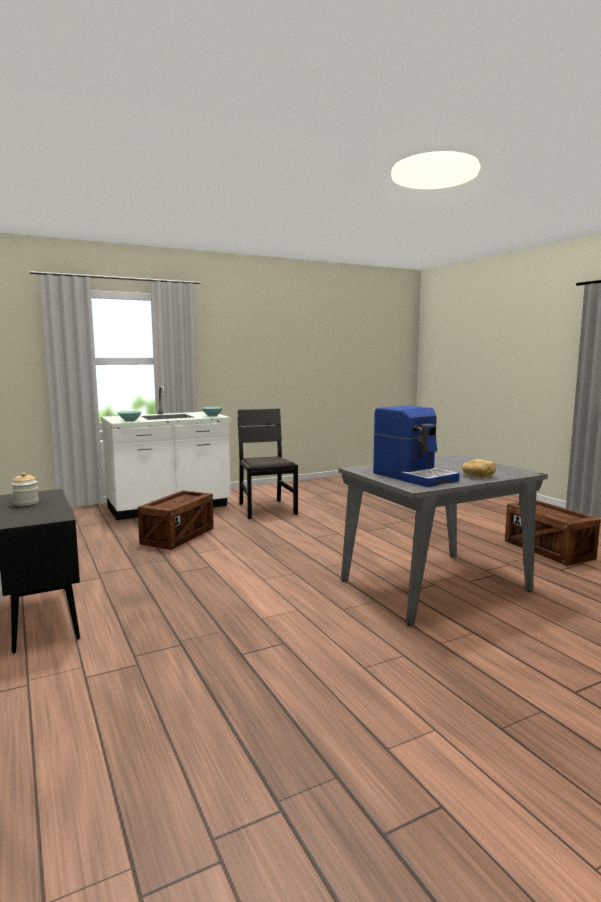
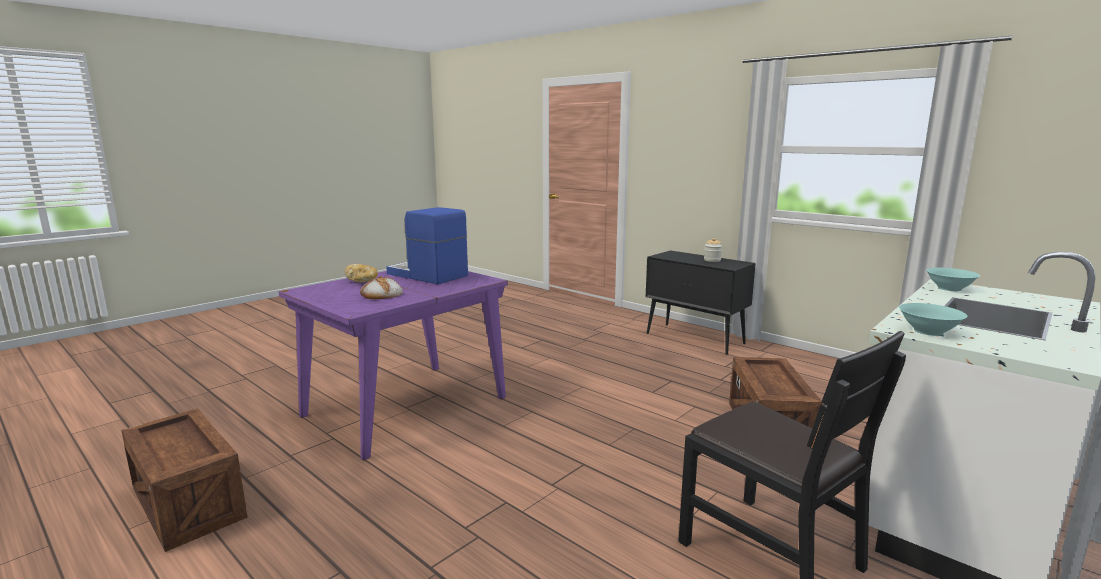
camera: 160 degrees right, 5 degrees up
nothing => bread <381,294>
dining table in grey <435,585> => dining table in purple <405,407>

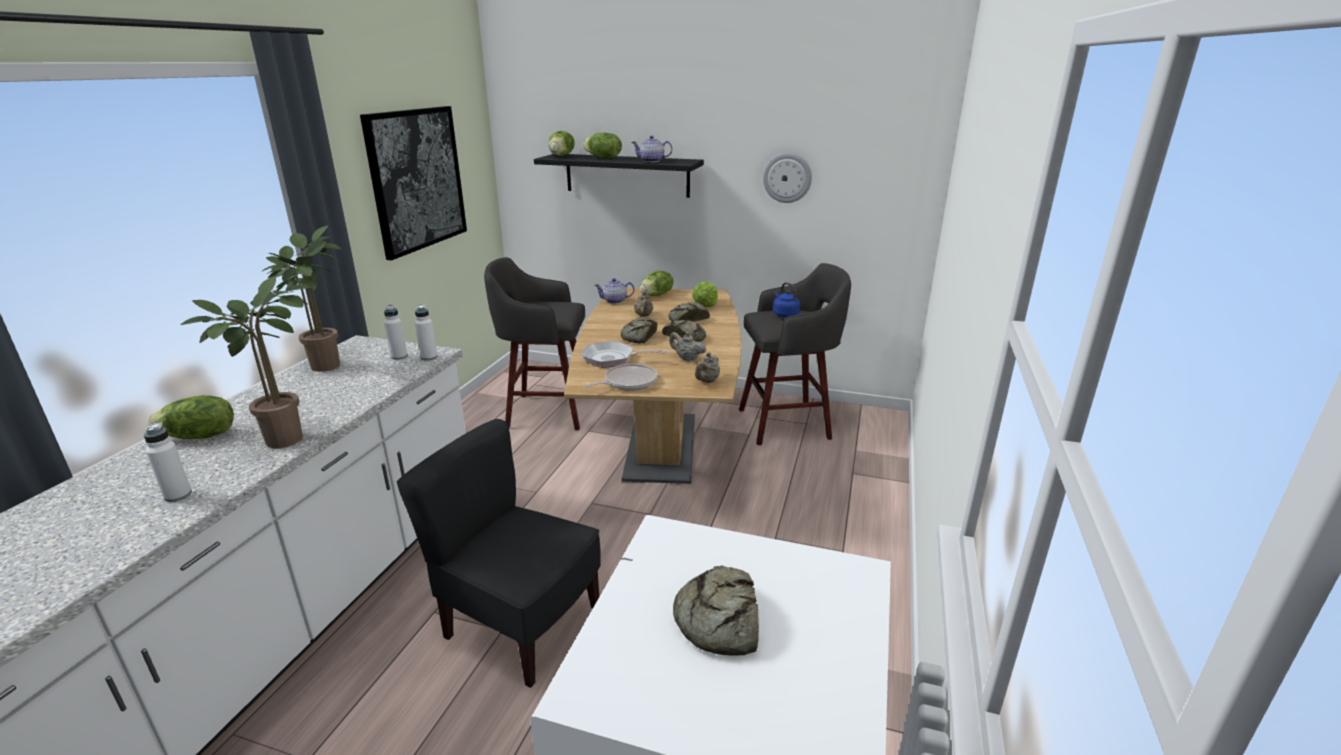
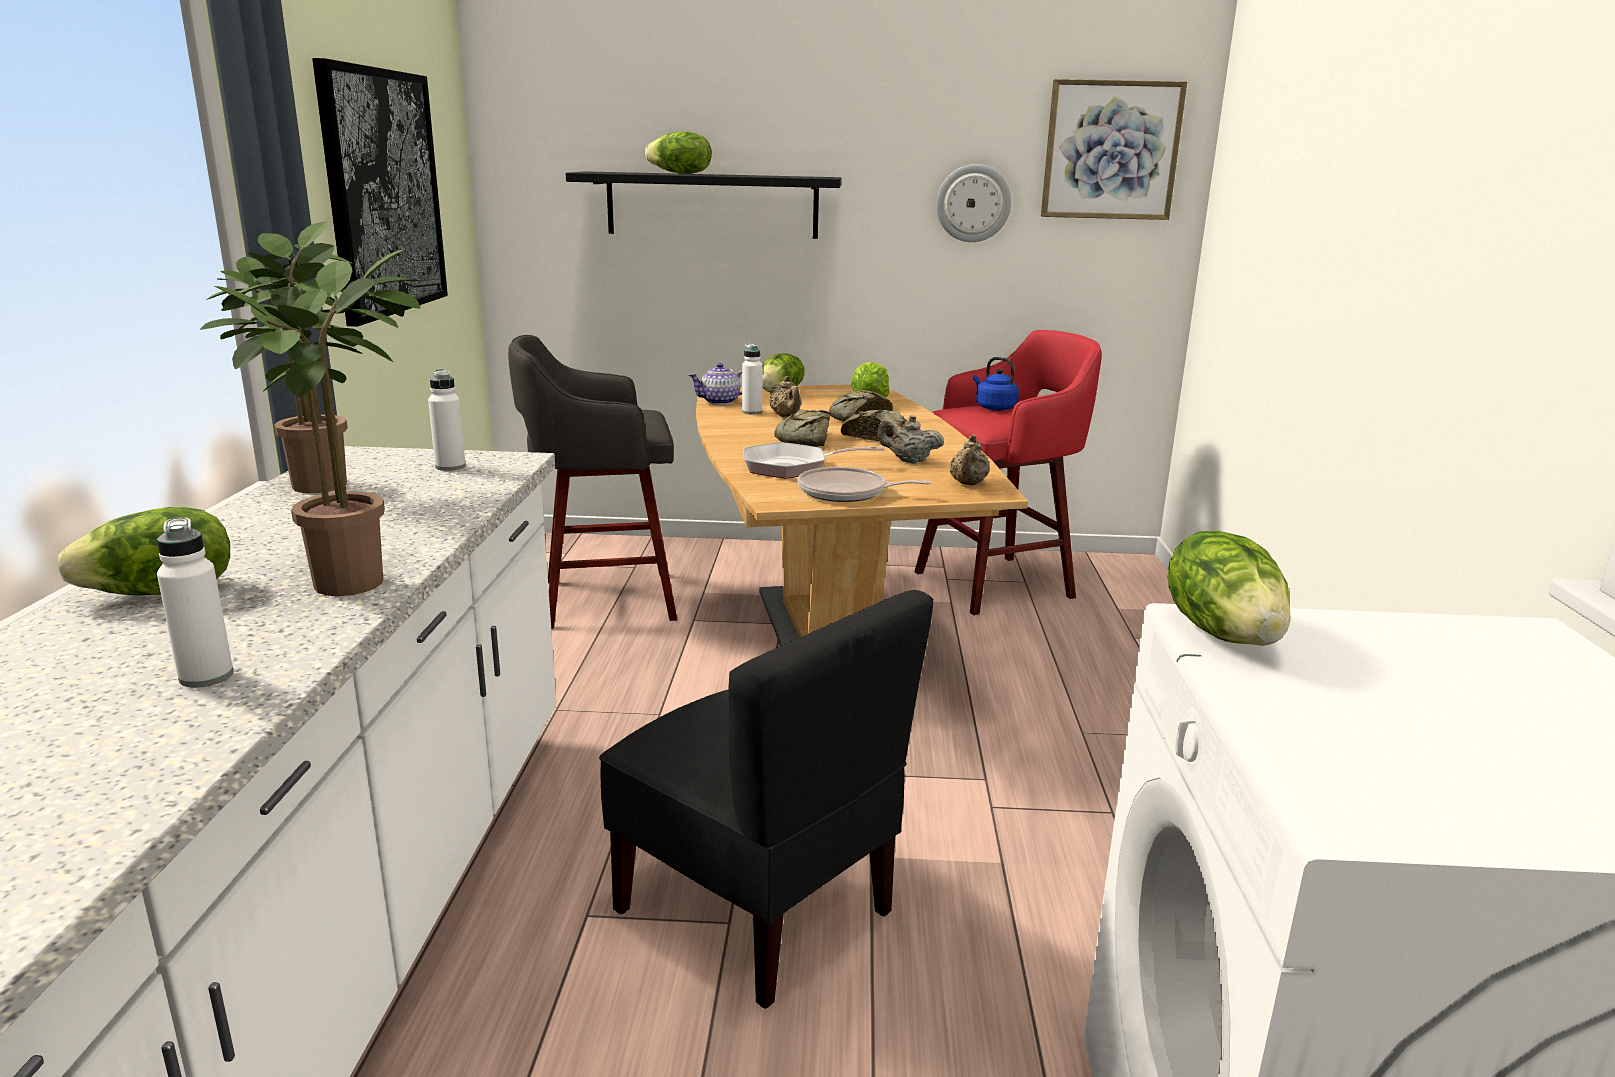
camera: 15 degrees left, 5 degrees down
teapot <652,161> => nothing
bread <718,620> => nothing
nothing => picture <1111,150>
bottle in white <429,357> => bottle in white <752,412>, shifted
lettuce <562,156> => lettuce <1224,632>, shifted
stool in grey <787,423> => stool in red <998,584>
chair in black <521,625> => chair in black <758,910>, 150 degrees counterclockwise
frying pan <628,382> => frying pan <847,492>, 120 degrees counterclockwise

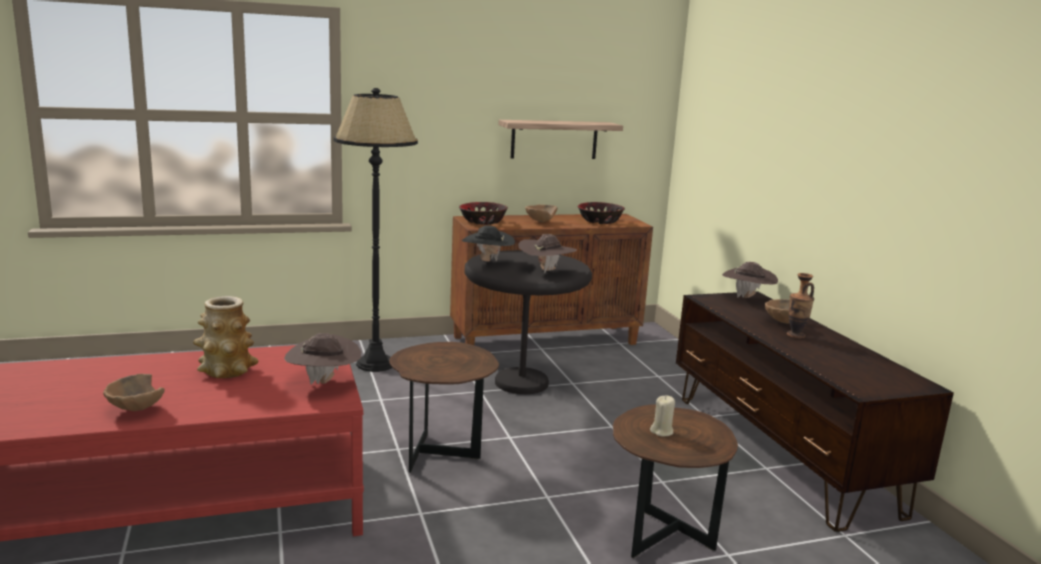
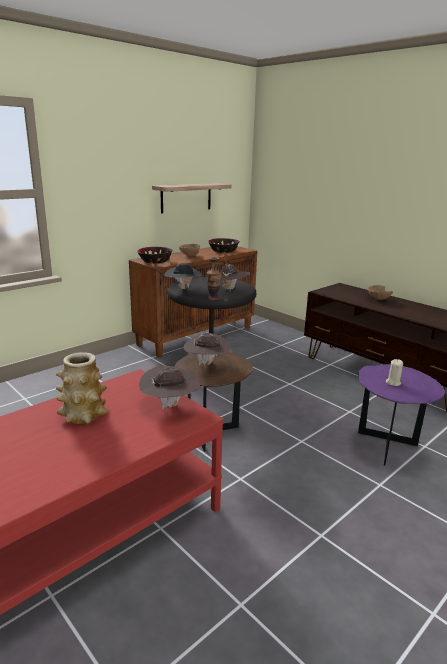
camera: 25 degrees left, 5 degrees up
bowl in brown <134,410> => nothing
floor lamp in black <376,364> => nothing
hat in brown <747,298> => hat in brown <207,364>, shifted
vase <795,335> => vase <213,298>, shifted
side table in brown <661,541> => side table in purple <387,449>

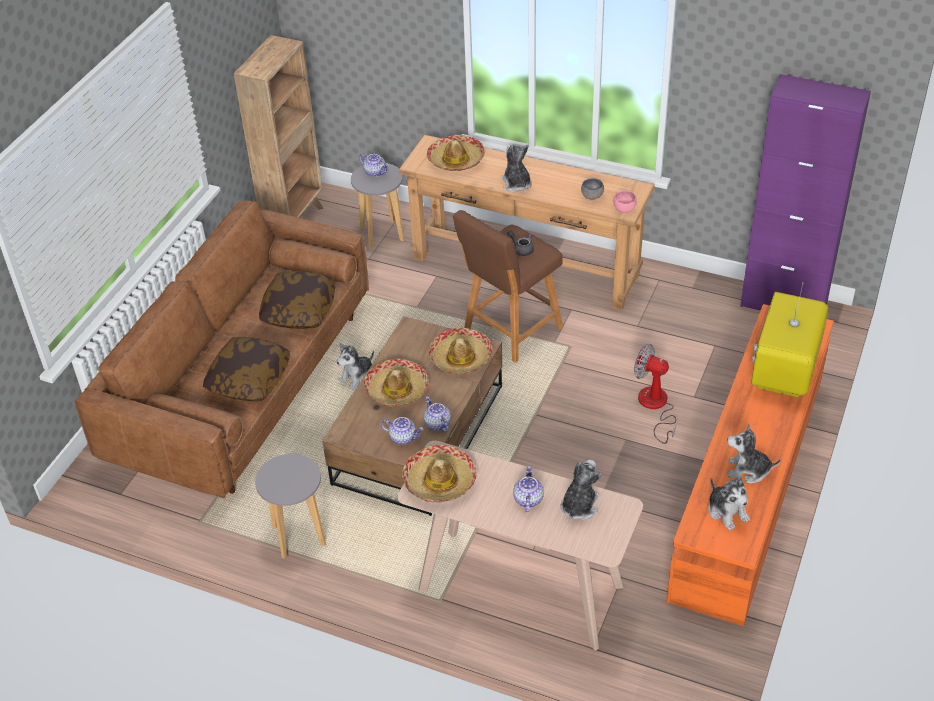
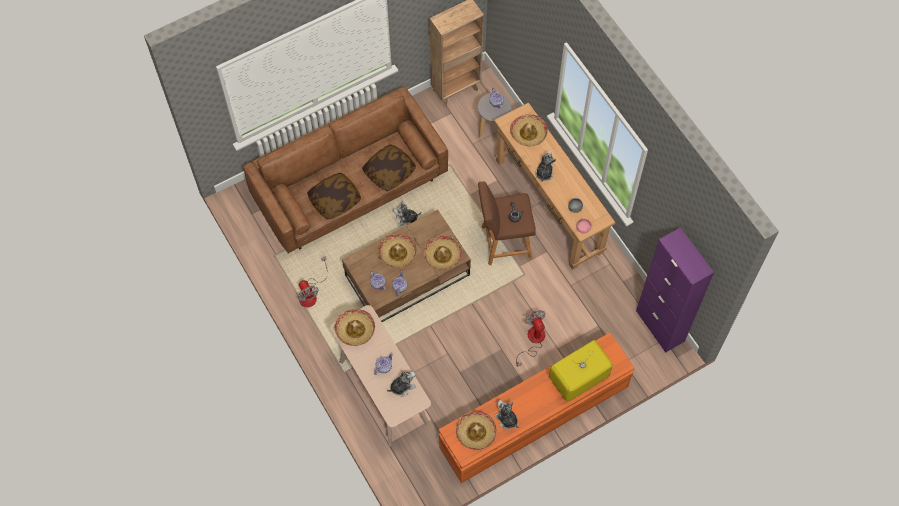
camera: 35 degrees right, 20 degrees up
stool in grey <298,535> => fan <311,293>
plush toy <727,511> => hat <476,432>

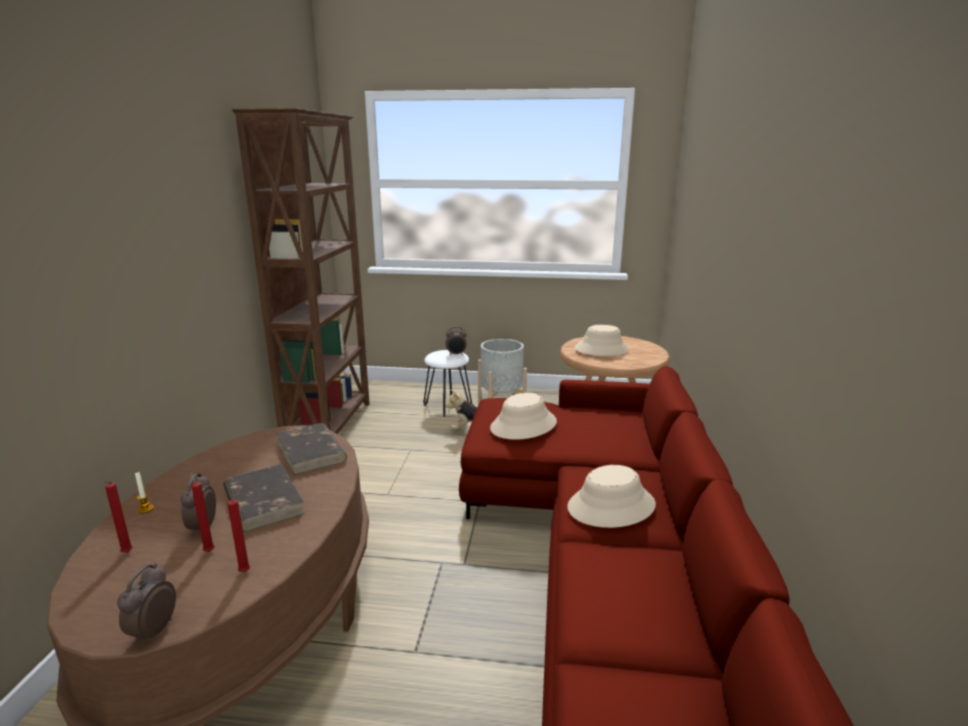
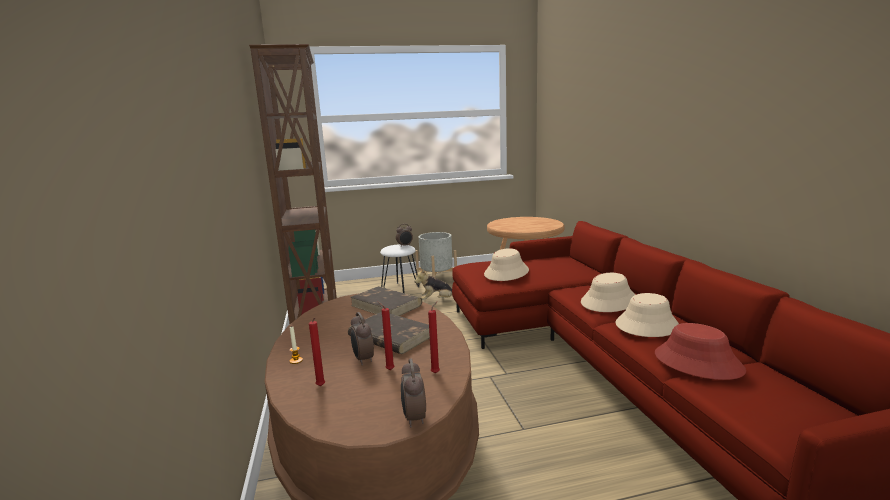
camera: 20 degrees left, 5 degrees down
nothing => hat in red <697,362>
hat in beige <601,350> => hat in beige <646,325>, shifted

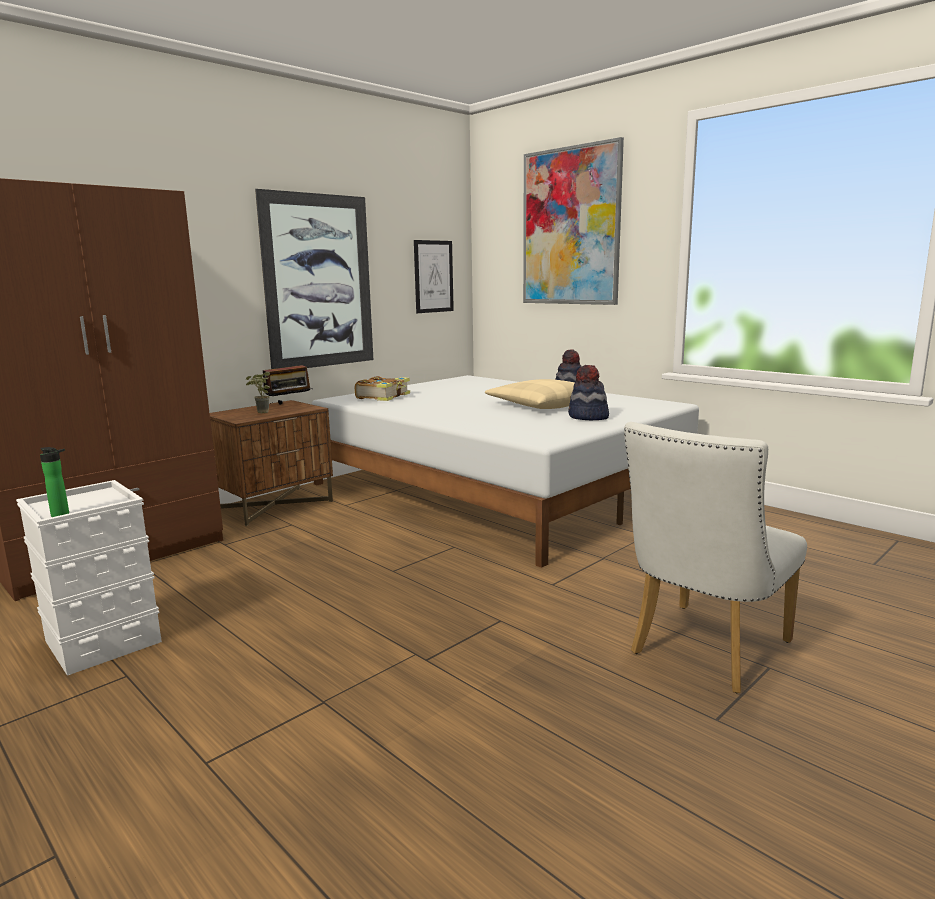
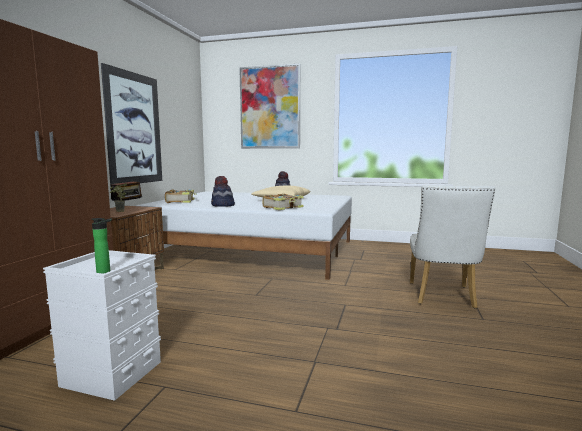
camera: 30 degrees left, 5 degrees down
picture <433,276> => nothing
nothing => book <283,207>
hat <588,417> => hat <222,205>, shifted

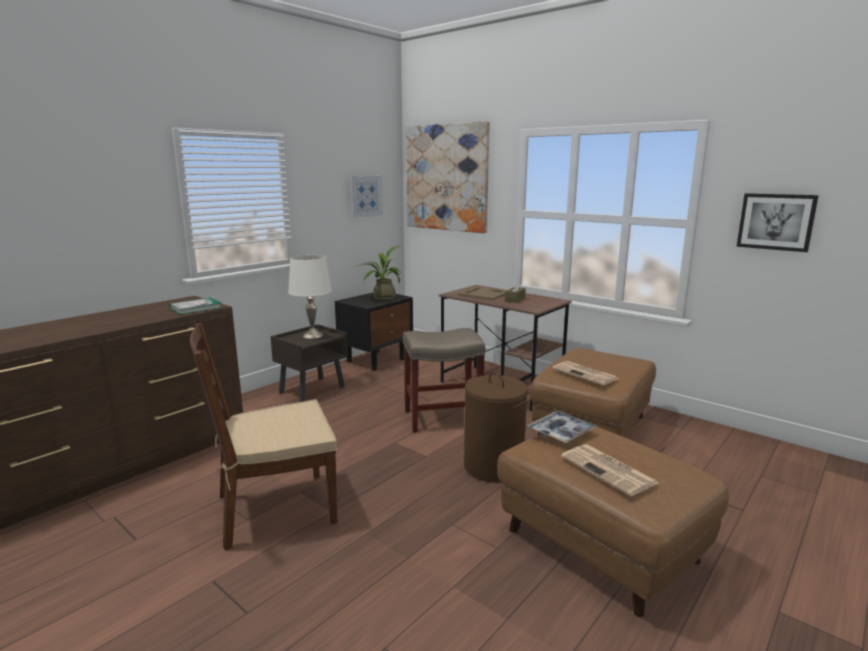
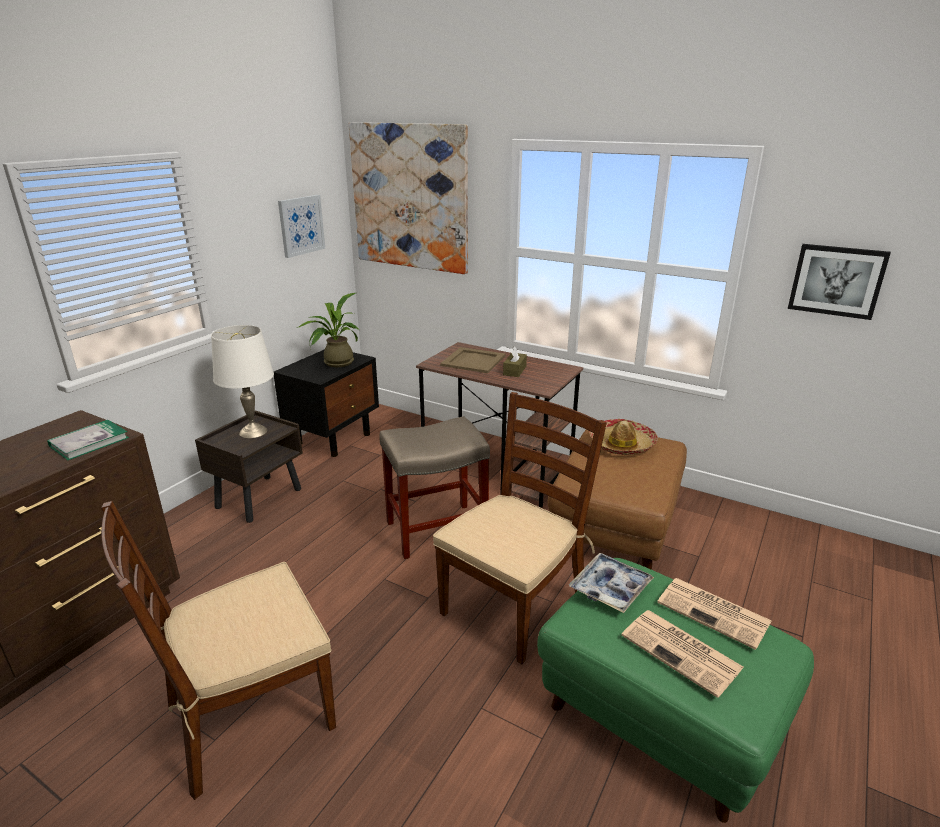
camera: 10 degrees left, 10 degrees up
nothing => hat <622,444>
newspaper <586,374> => newspaper <715,612>, shifted
laundry basket in brown <493,467> => chair in brown <514,605>
ottoman in brown <601,545> => ottoman in green <661,714>

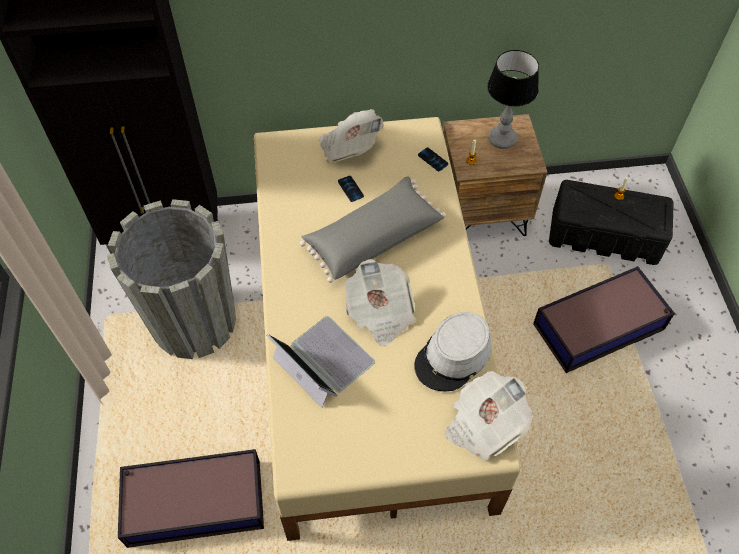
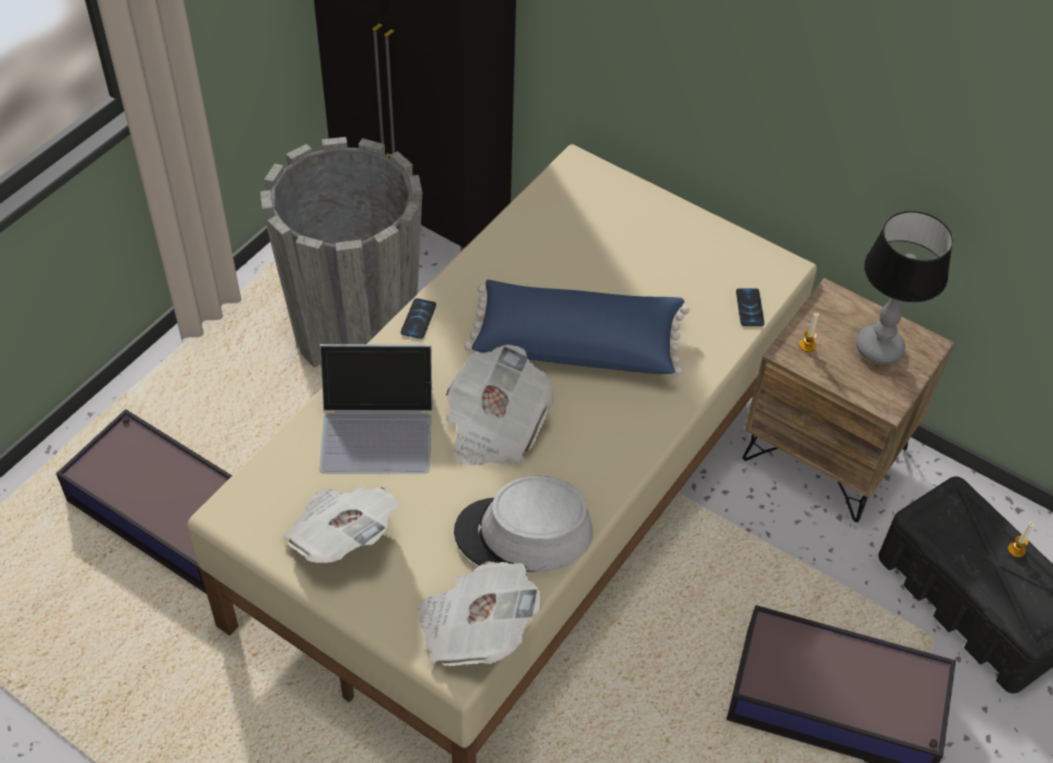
camera: 40 degrees right, 5 degrees down
newspaper <349,147> => newspaper <342,536>, shifted
phone <350,189> => phone <418,319>, shifted
pillow in grey <372,237> => pillow in blue <577,342>
laptop <322,360> => laptop <378,427>, 90 degrees clockwise

